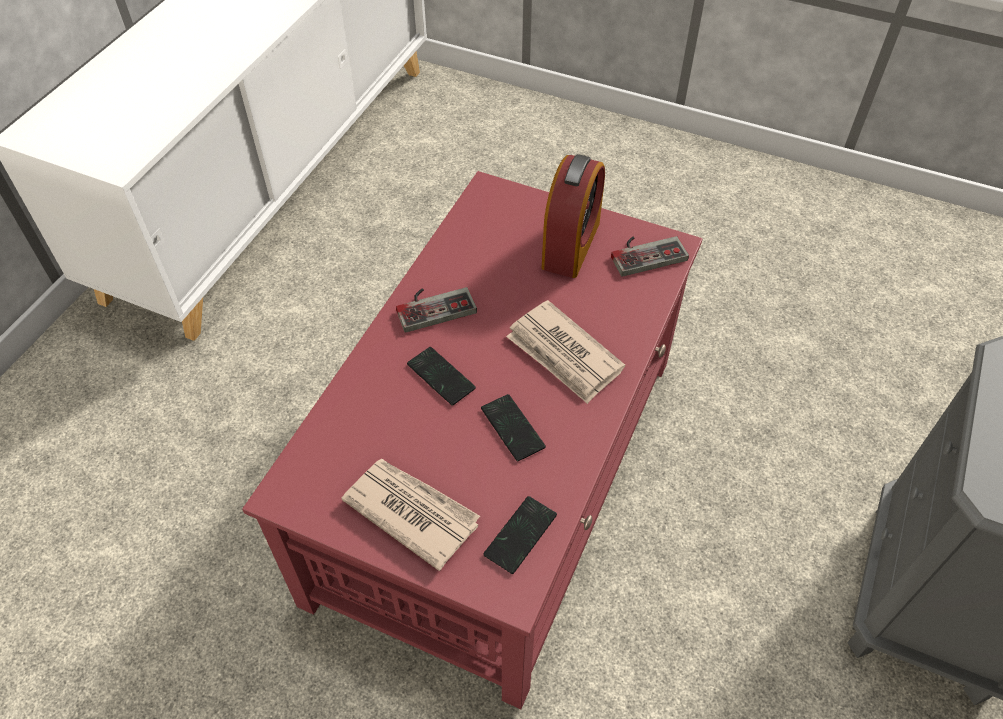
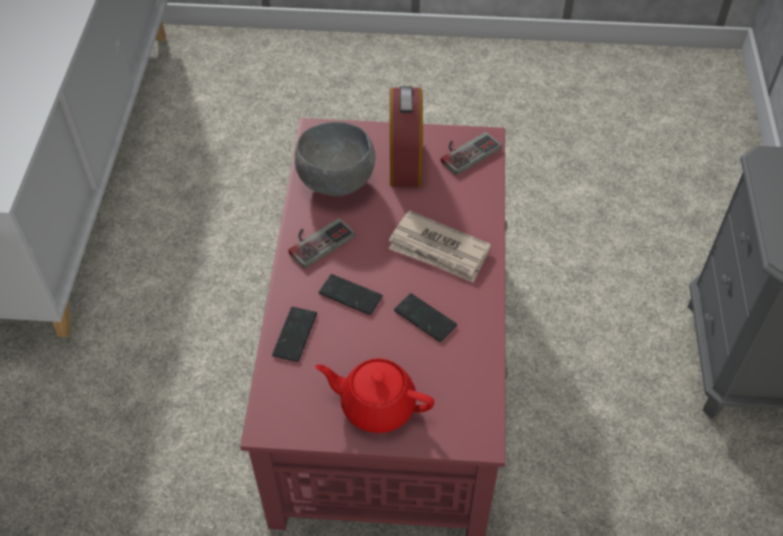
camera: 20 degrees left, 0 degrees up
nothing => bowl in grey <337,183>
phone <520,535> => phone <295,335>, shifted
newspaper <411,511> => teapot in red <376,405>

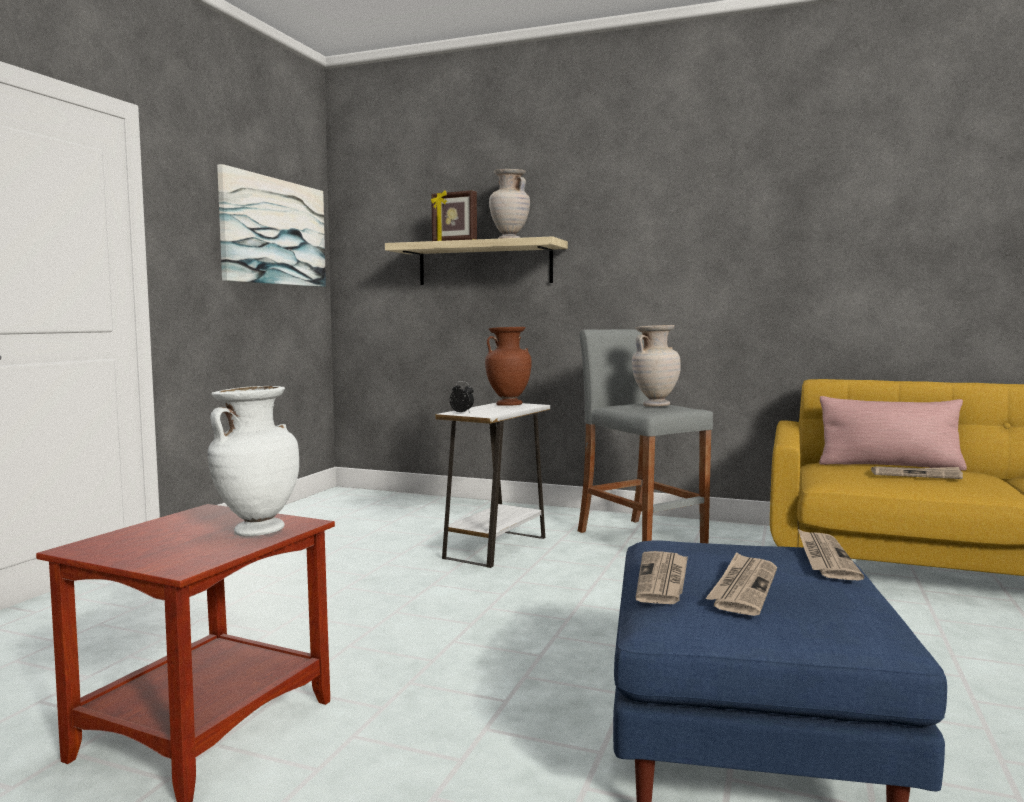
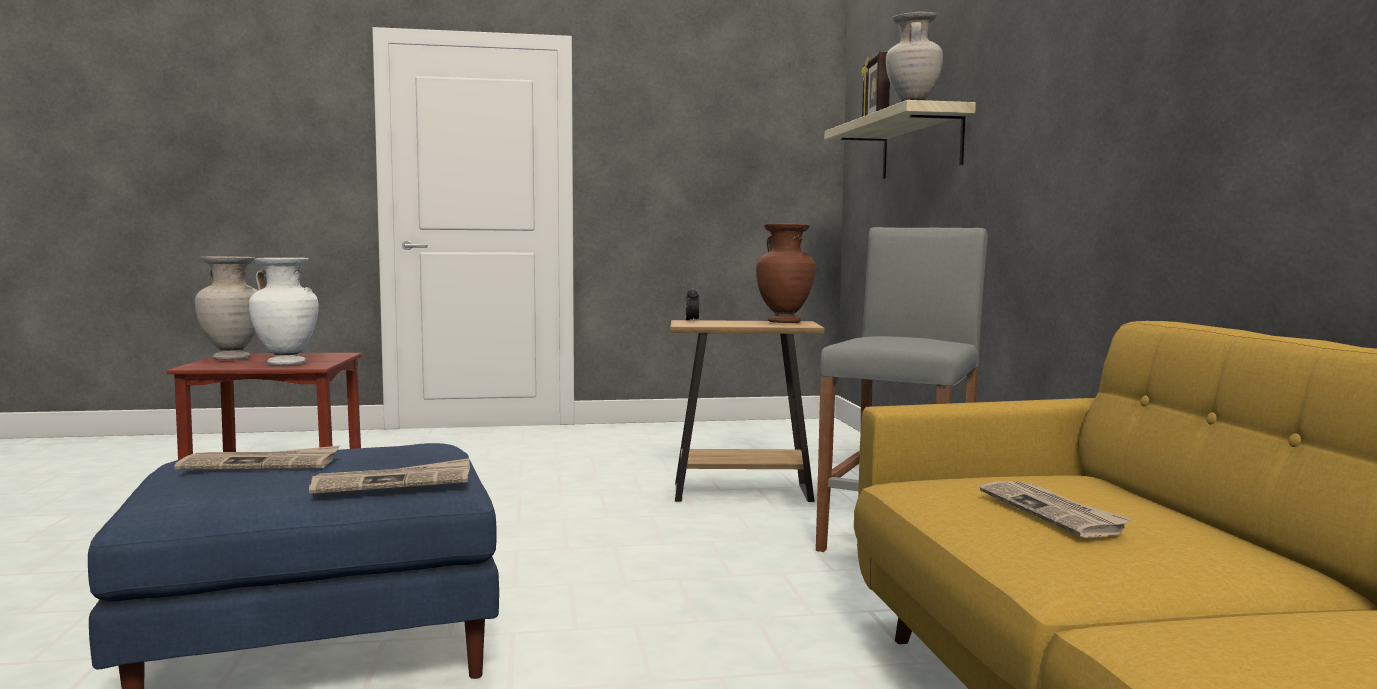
camera: 60 degrees right, 0 degrees up
picture <274,232> => nothing
newspaper <663,580> => nothing
pillow in pink <889,466> => nothing
vase in beige <655,405> => vase in beige <232,359>, shifted
side table in white <495,548> => side table in brown <742,492>

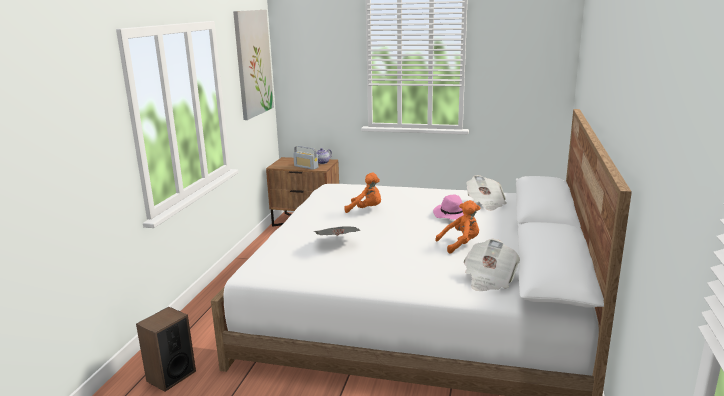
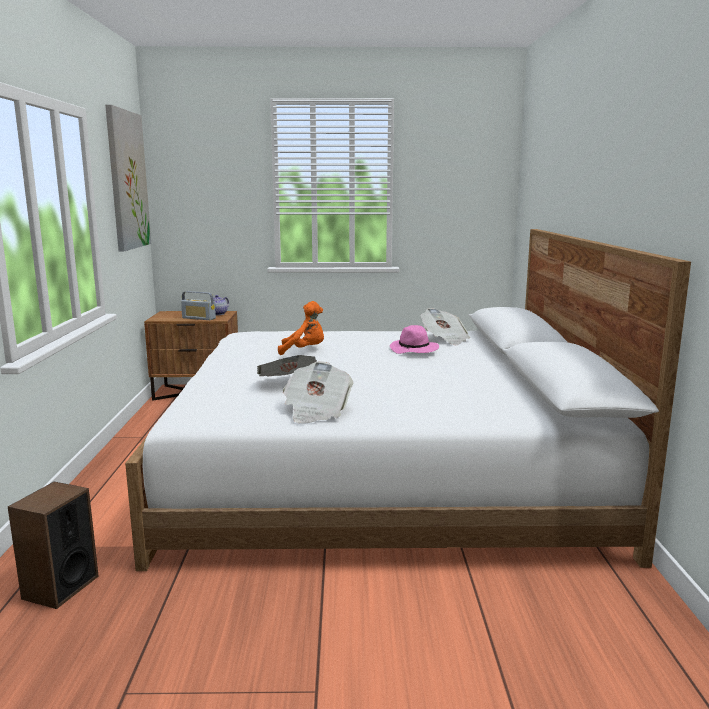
camera: 15 degrees left, 5 degrees down
plush toy in orange <460,244> => nothing
newspaper <489,279> => newspaper <316,411>, shifted

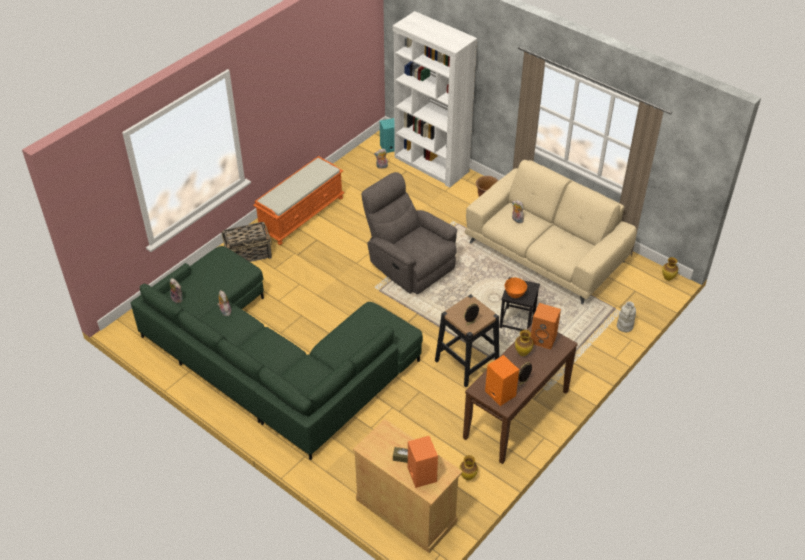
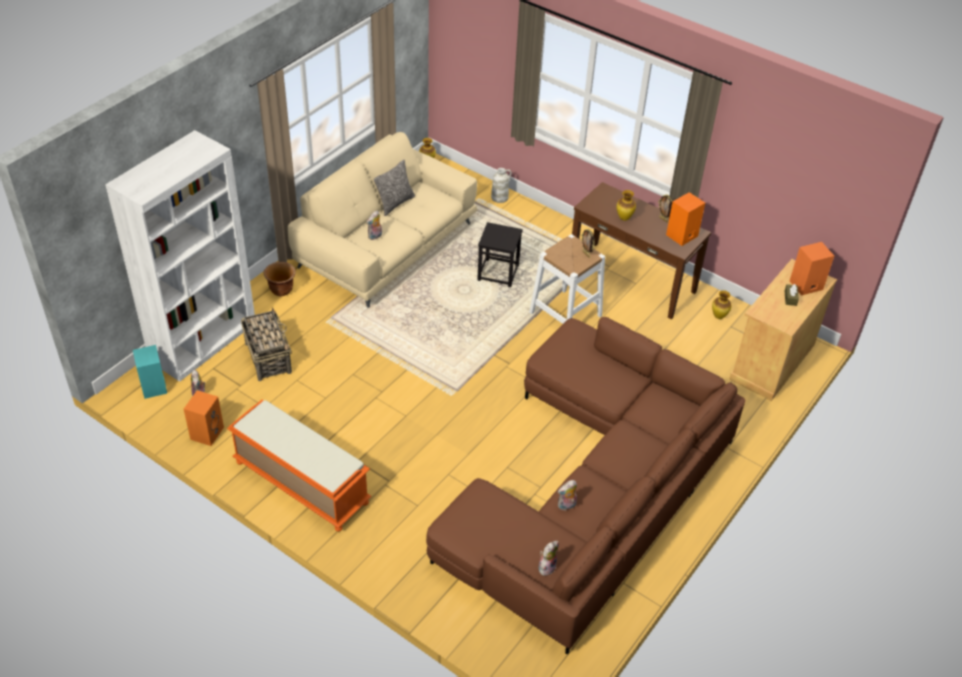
camera: 95 degrees left, 0 degrees up
armchair in grey <409,265> => nothing
bowl in orange <514,295> => nothing
nothing => pillow <395,203>
basket <249,254> => basket <268,357>, shifted
speaker in orange <544,339> => speaker in orange <207,432>, shifted
sofa in green <272,362> => sofa in brown <592,491>
stool in black <467,362> => stool in white <565,314>

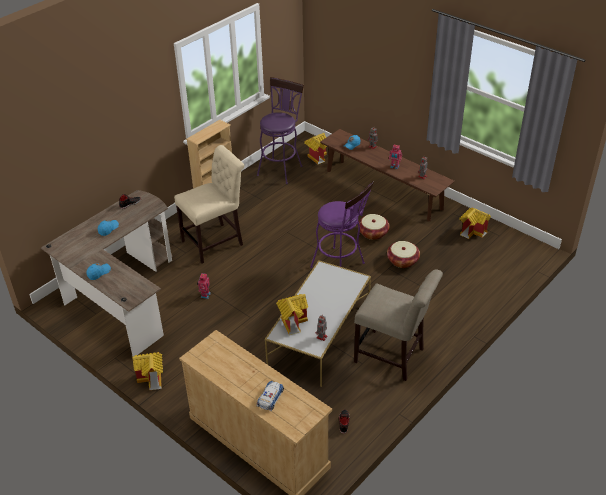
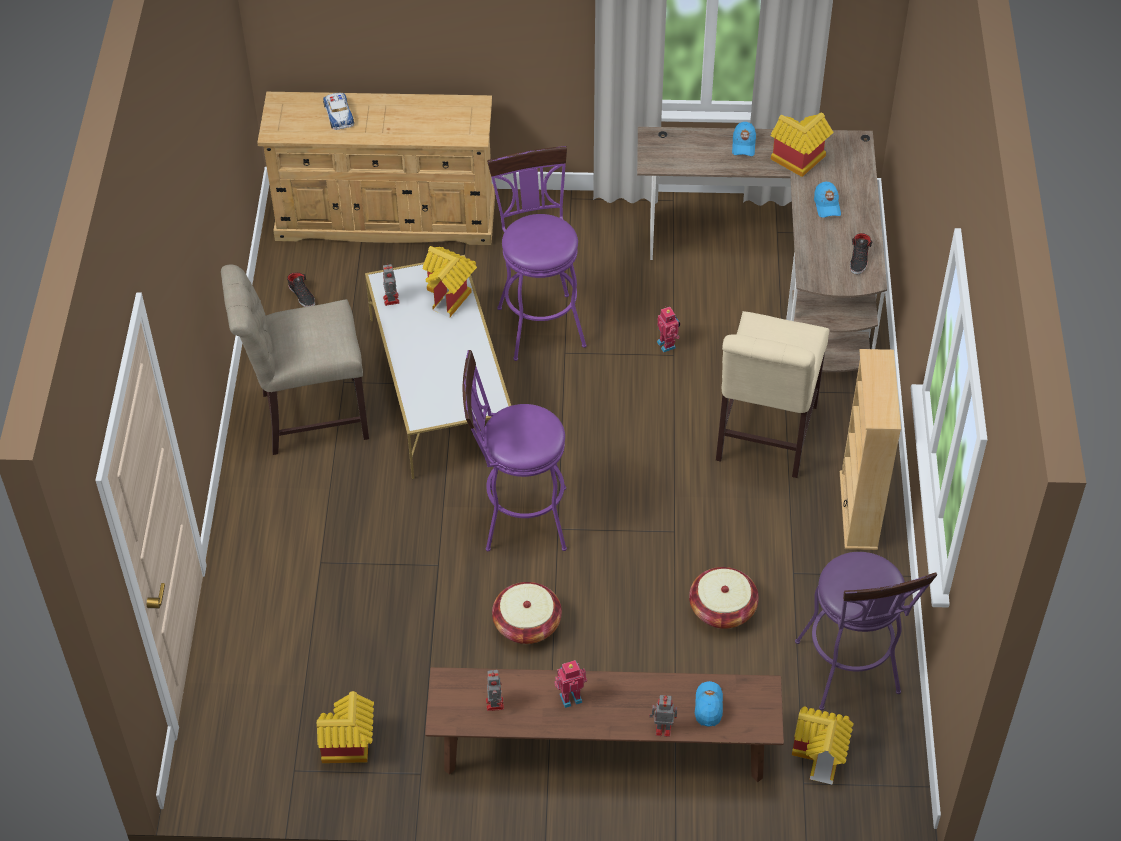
camera: 140 degrees right, 10 degrees up
nothing => stool in purple <539,320>
toy house <152,379> => toy house <797,162>, shifted
basket <402,261> => basket <722,609>, shifted

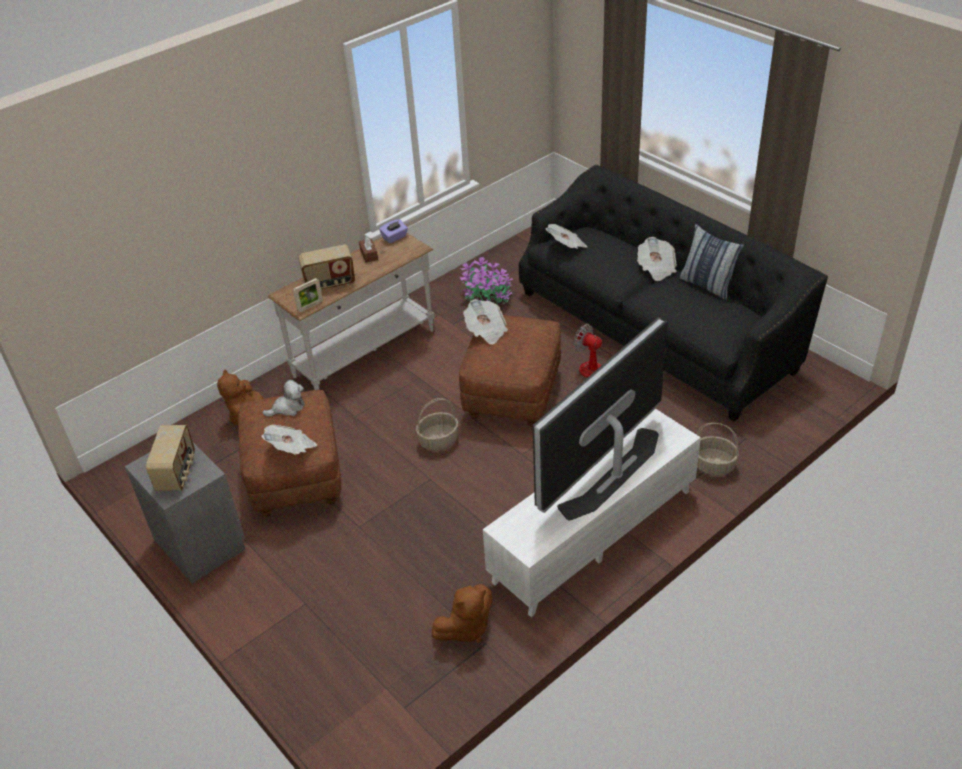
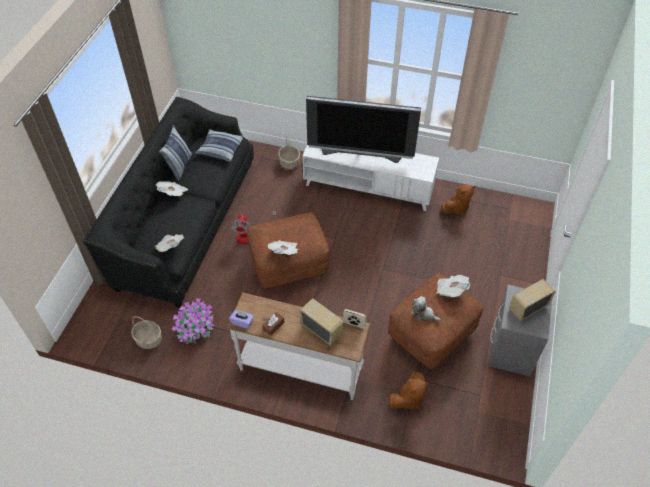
camera: 125 degrees left, 10 degrees up
nothing => pillow <220,149>
basket <439,440> => basket <148,339>, shifted
plush toy in brown <466,628> => plush toy in brown <456,208>, 120 degrees clockwise

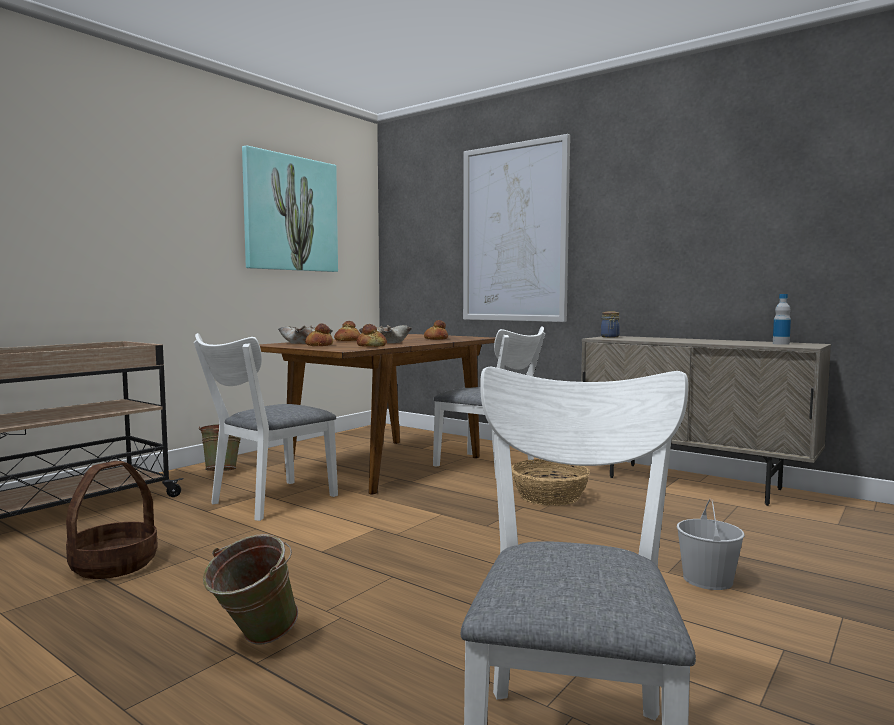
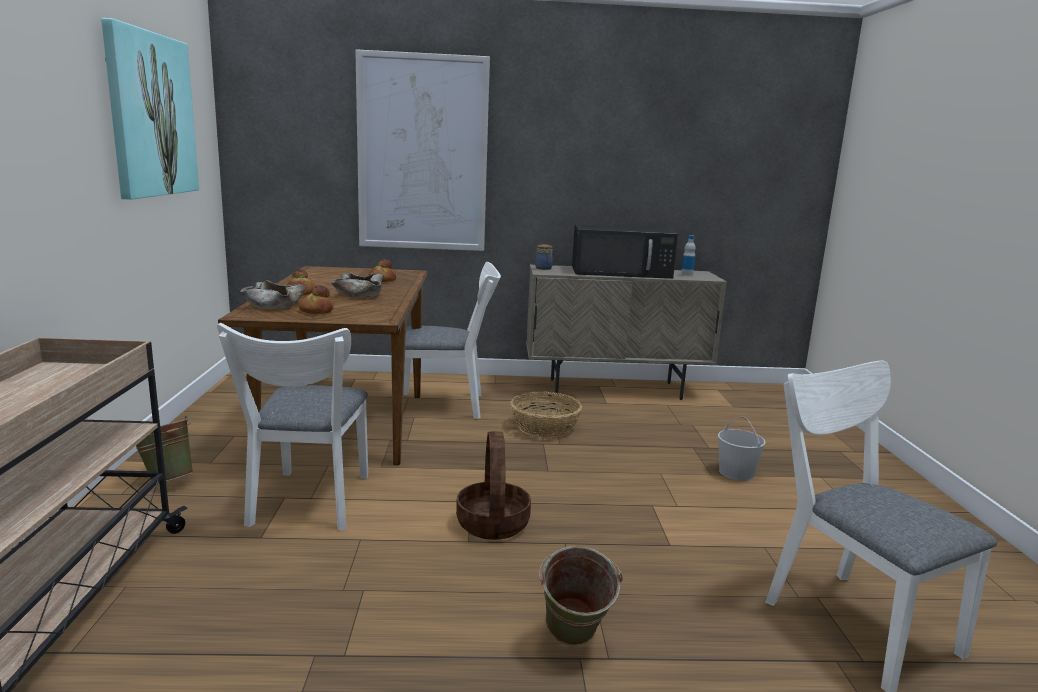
camera: 40 degrees left, 10 degrees up
bread <372,346> => nothing
nothing => microwave in black <622,272>
basket <114,564> => basket <492,523>, shifted

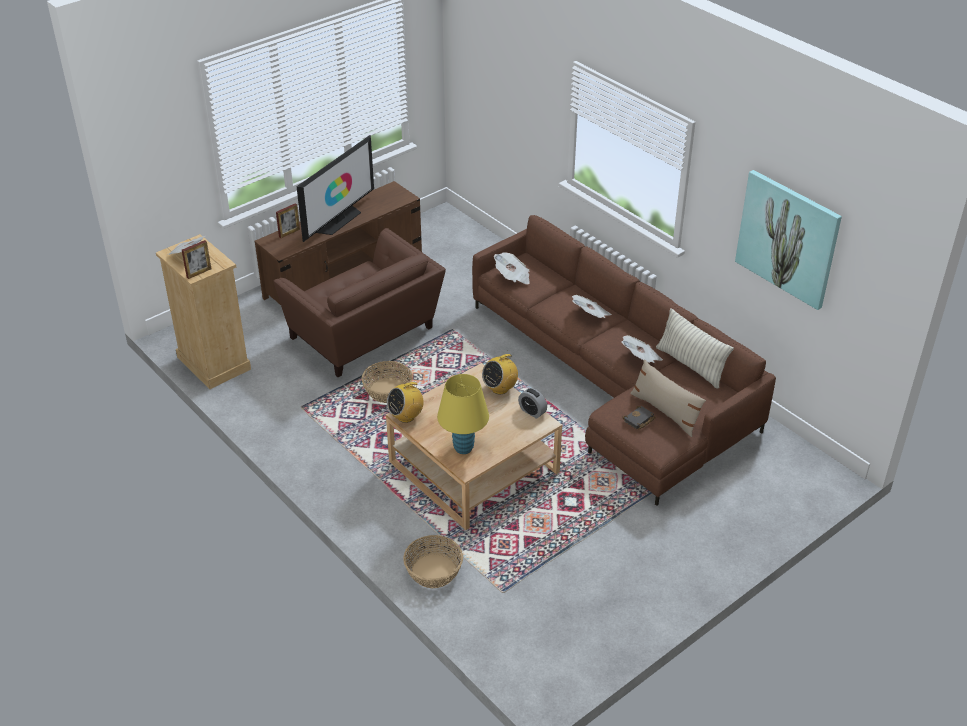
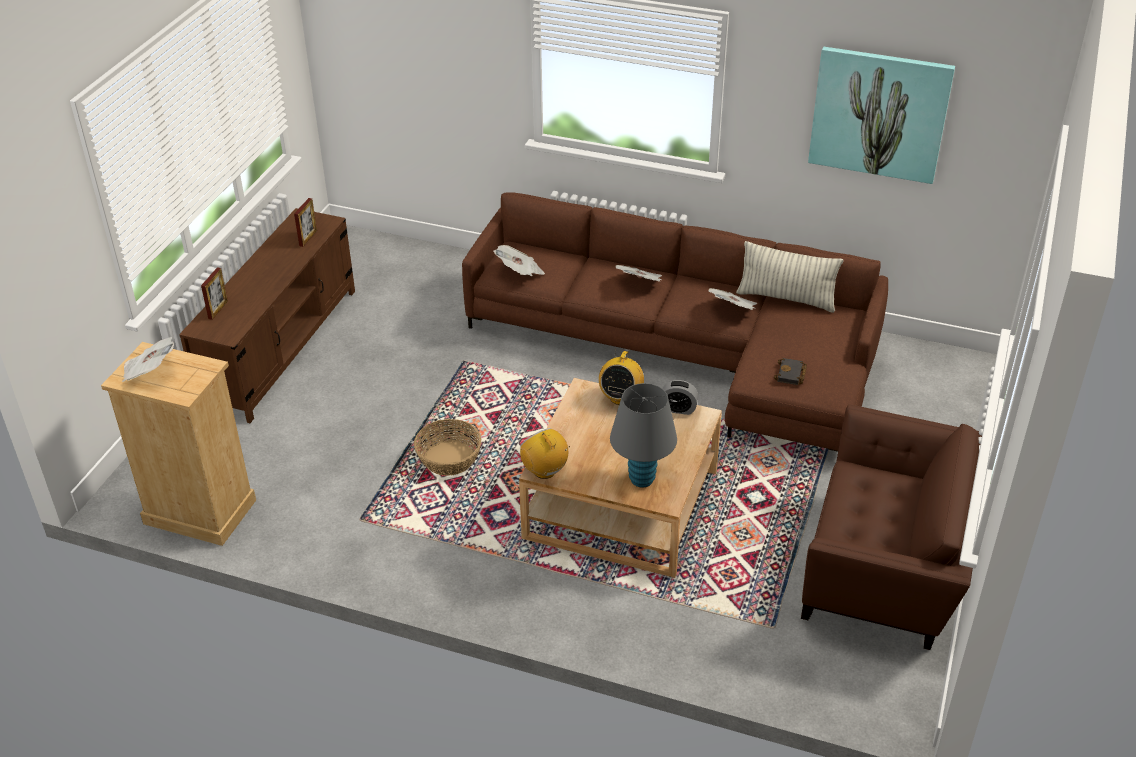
camera: 30 degrees left, 0 degrees up
television <338,220> => nothing
basket <433,571> => nothing
pillow in beige <665,412> => nothing
picture frame <199,273> => picture frame <308,238>, shifted
armchair in brown <364,335> => armchair in brown <887,570>, shifted
table lamp in yellow <463,448> => table lamp in grey <641,479>
radio <406,416> => radio <545,471>, 120 degrees clockwise

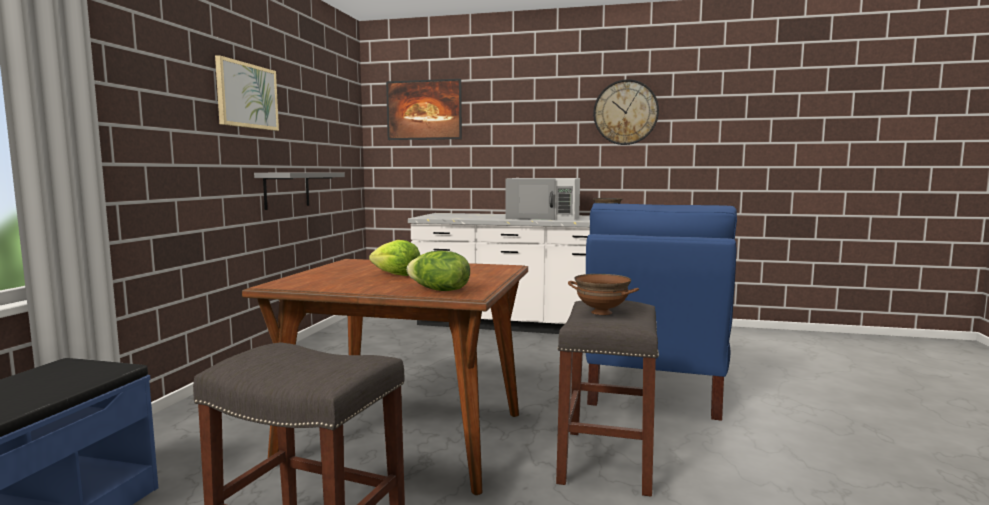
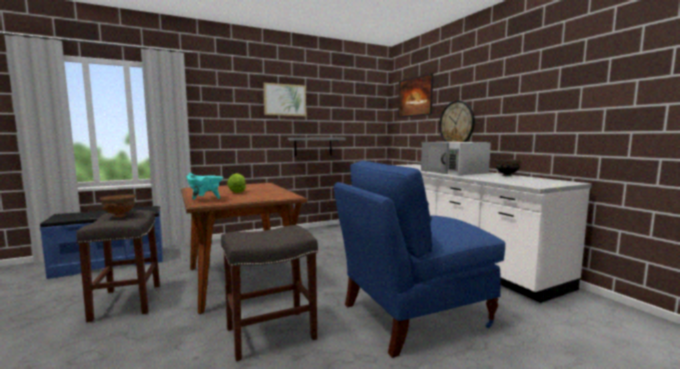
camera: 50 degrees right, 0 degrees up
bowl in brown <601,312> => bowl in brown <119,216>, shifted
wall clock <625,112> => wall clock <457,123>, shifted
lettuce <439,290> => cooking pot in turquoise <205,200>

